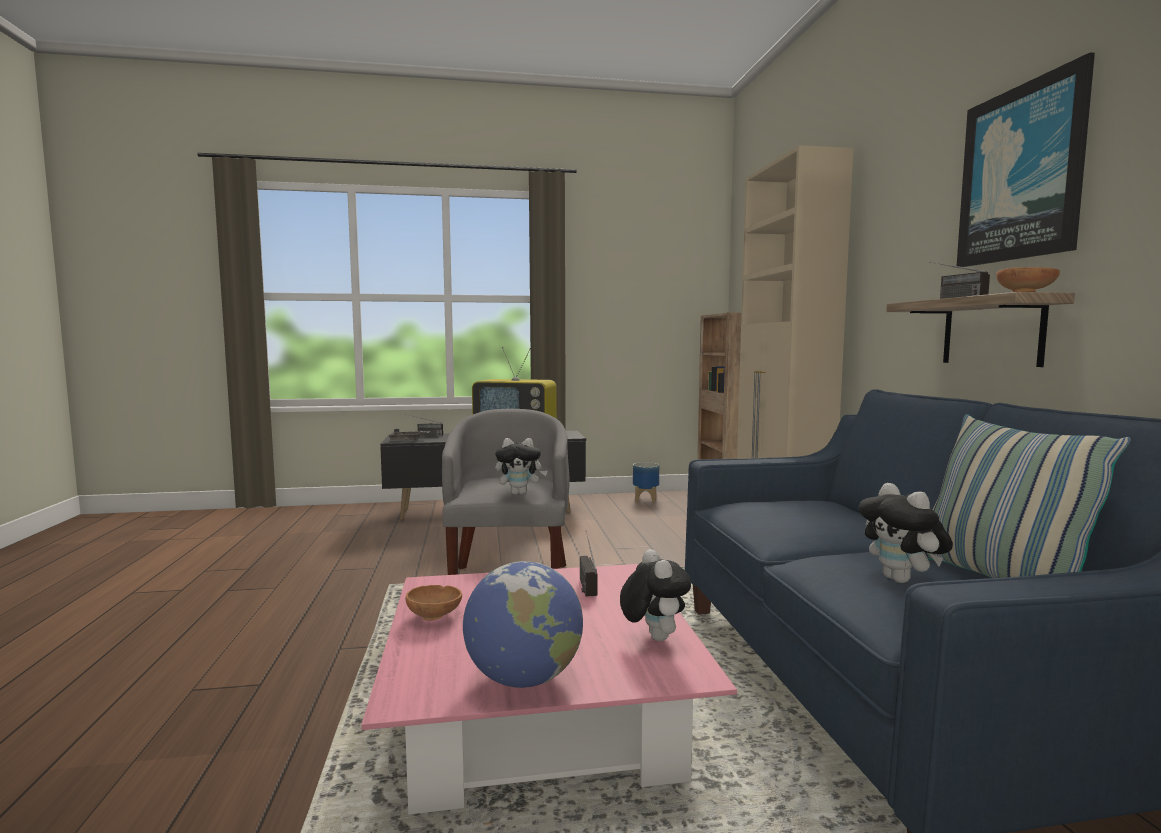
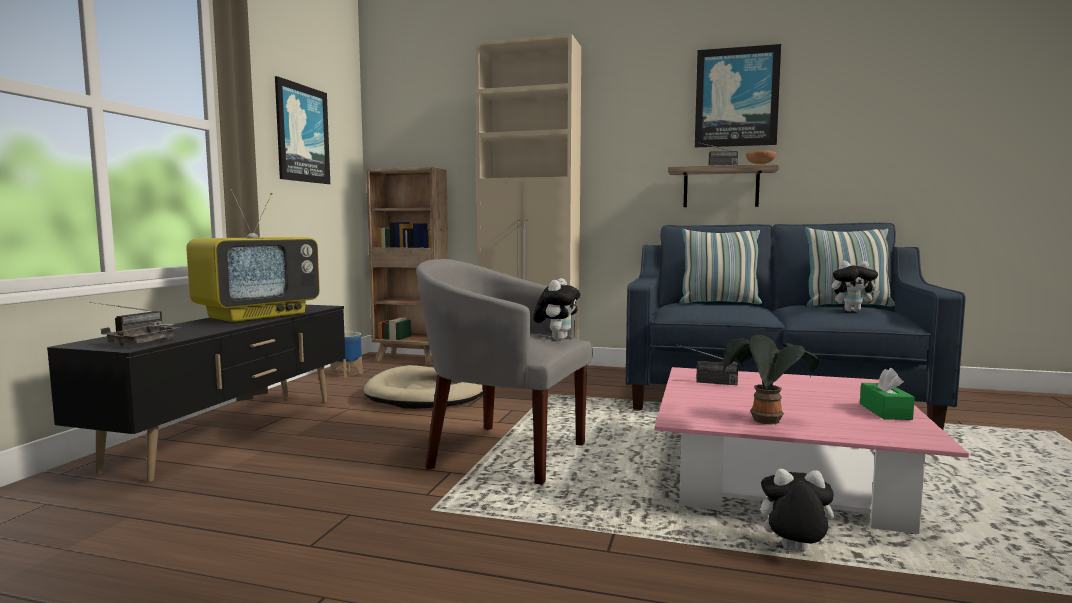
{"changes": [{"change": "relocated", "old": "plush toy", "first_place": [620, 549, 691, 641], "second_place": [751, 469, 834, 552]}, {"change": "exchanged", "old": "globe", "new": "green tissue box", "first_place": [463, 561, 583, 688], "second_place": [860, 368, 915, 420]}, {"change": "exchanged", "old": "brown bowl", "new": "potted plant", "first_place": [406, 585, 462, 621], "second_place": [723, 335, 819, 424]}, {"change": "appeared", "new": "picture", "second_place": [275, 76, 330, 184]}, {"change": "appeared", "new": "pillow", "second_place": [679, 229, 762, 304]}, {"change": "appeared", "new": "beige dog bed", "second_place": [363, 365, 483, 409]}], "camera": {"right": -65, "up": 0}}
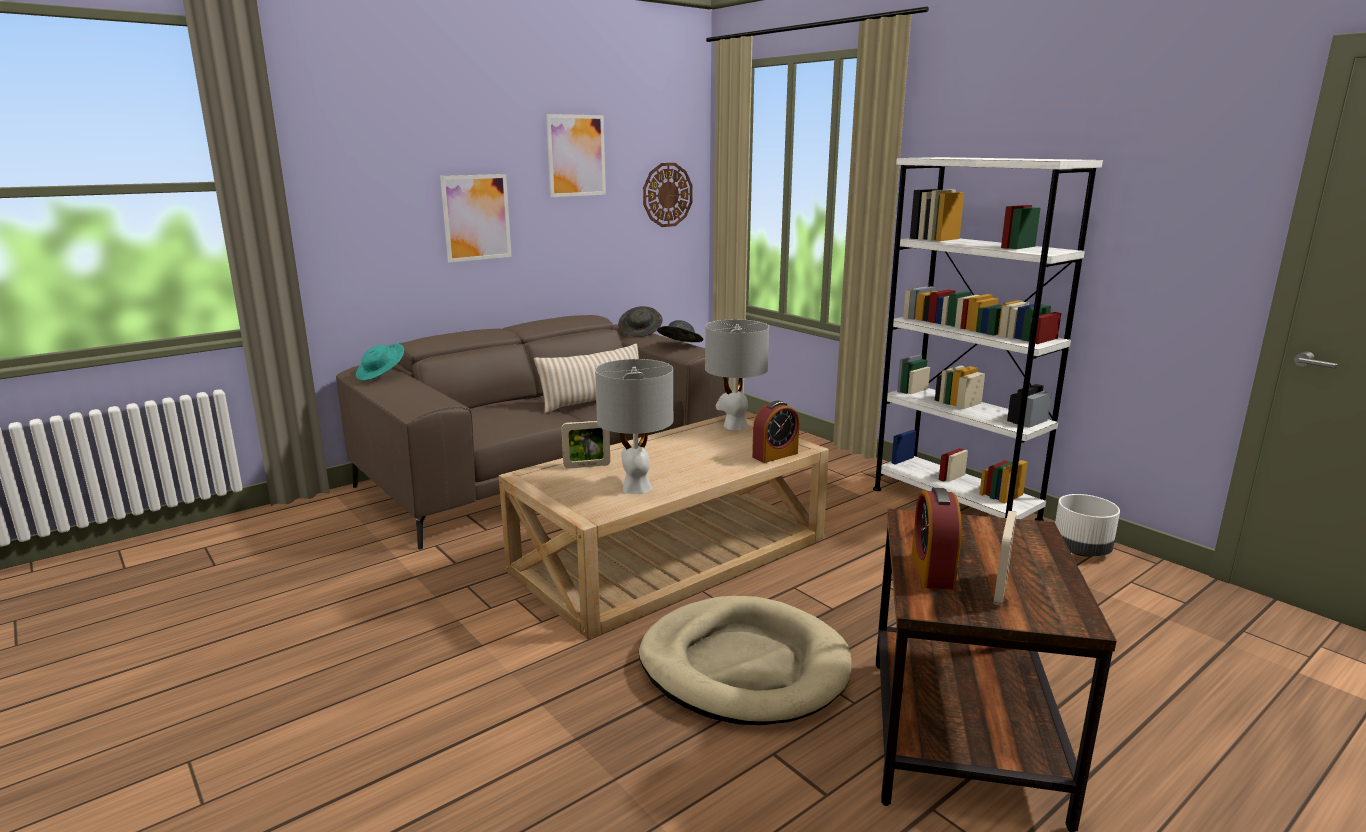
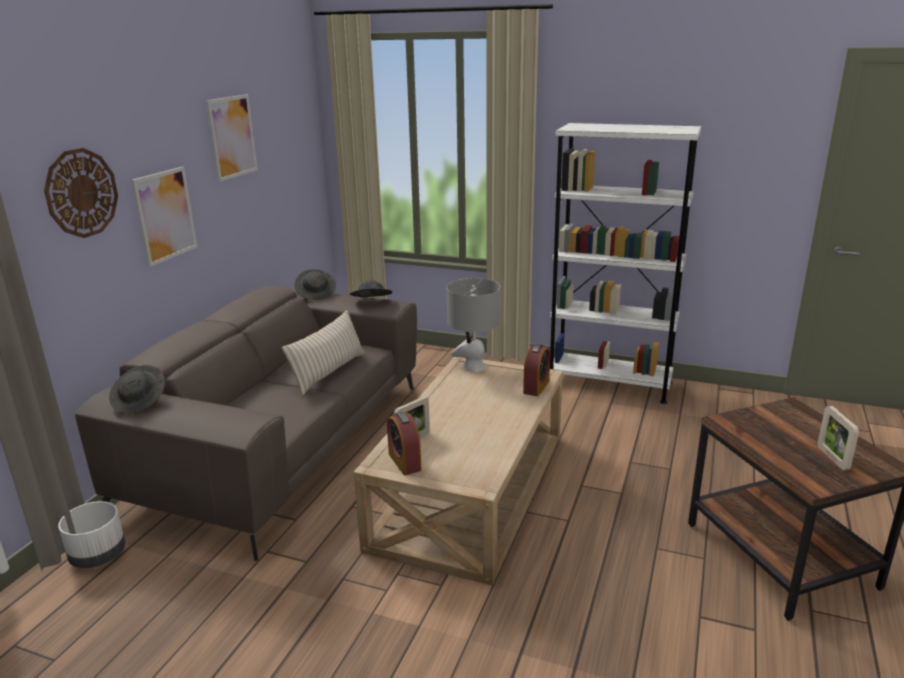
{"changes": [{"change": "relocated", "old": "wall clock", "first_place": [643, 163, 693, 227], "second_place": [44, 148, 118, 238]}, {"change": "colour", "old": "turquoise hat", "new": "grey hat", "first_place": [356, 344, 404, 381], "second_place": [109, 365, 165, 414]}, {"change": "missing", "old": "grey table lamp", "first_place": [595, 359, 673, 494]}, {"change": "relocated", "old": "alarm clock", "first_place": [912, 488, 962, 589], "second_place": [387, 412, 422, 475]}, {"change": "relocated", "old": "white planter", "first_place": [1055, 494, 1120, 557], "second_place": [58, 501, 125, 568]}, {"change": "missing", "old": "beige dog bed", "first_place": [639, 596, 852, 725]}], "camera": {"right": -30, "up": 5}}
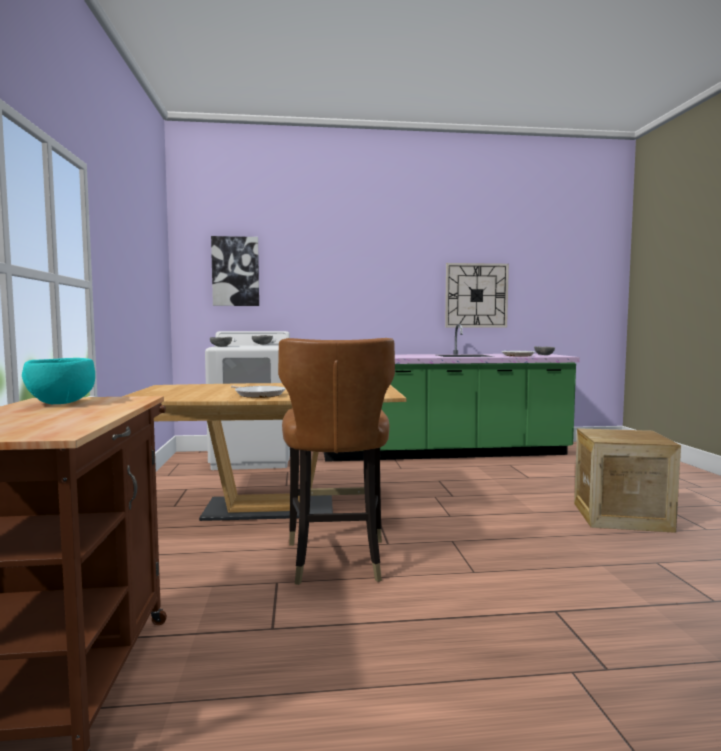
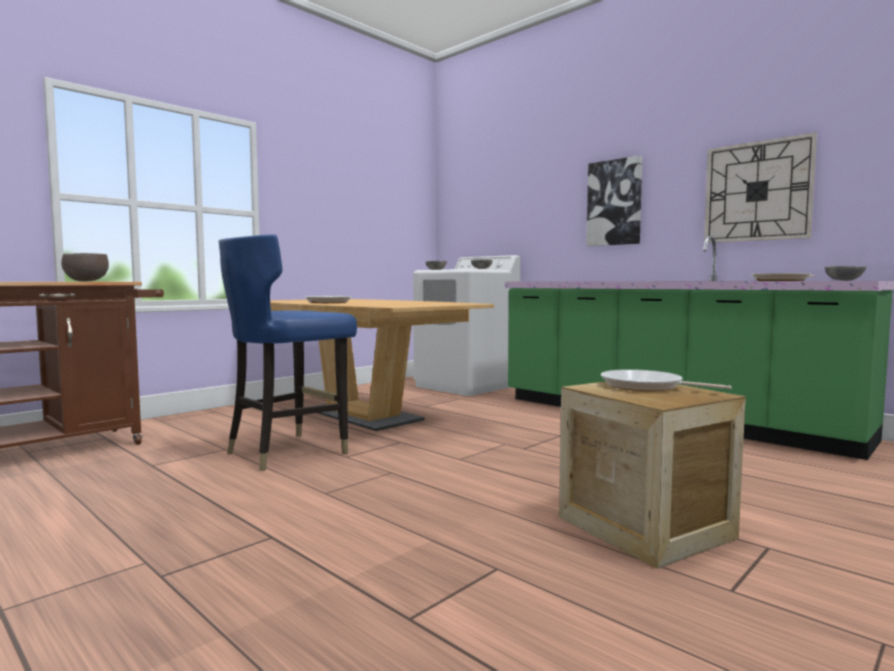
{"changes": [{"change": "relocated", "old": "picture", "first_place": [211, 236, 259, 306], "second_place": [586, 155, 642, 246]}, {"change": "colour", "old": "brown chair", "new": "blue chair", "first_place": [278, 338, 395, 585], "second_place": [219, 234, 357, 471]}, {"change": "colour", "old": "turquoise bowl", "new": "brown bowl", "first_place": [22, 358, 95, 404], "second_place": [61, 253, 109, 281]}, {"change": "appeared", "new": "frying pan", "second_place": [601, 369, 732, 391]}], "camera": {"right": 50, "up": 0}}
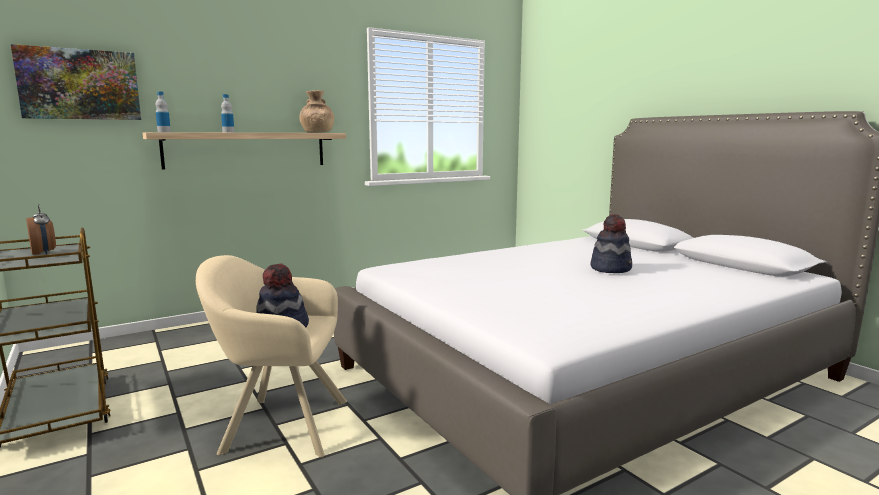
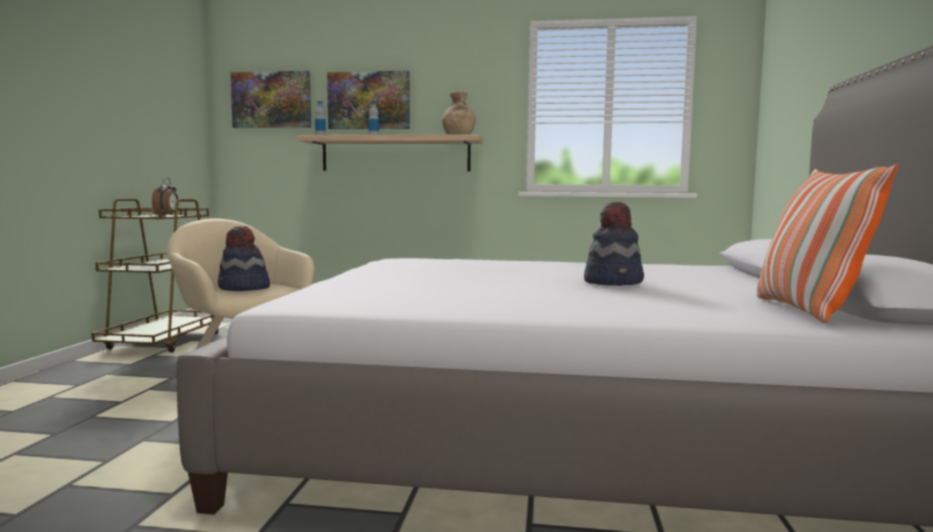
{"changes": [{"change": "appeared", "new": "picture", "second_place": [327, 71, 410, 129]}, {"change": "appeared", "new": "pillow", "second_place": [757, 164, 898, 323]}], "camera": {"right": 40, "up": -5}}
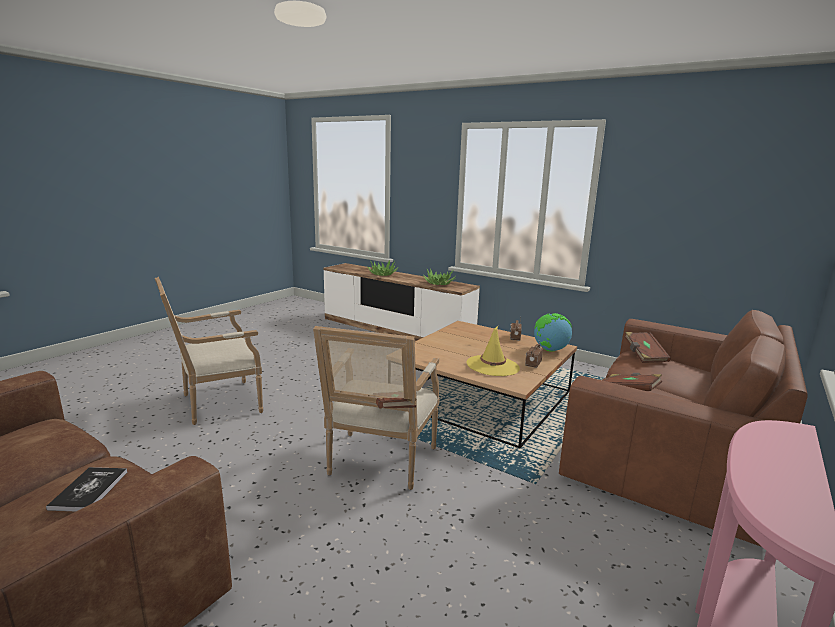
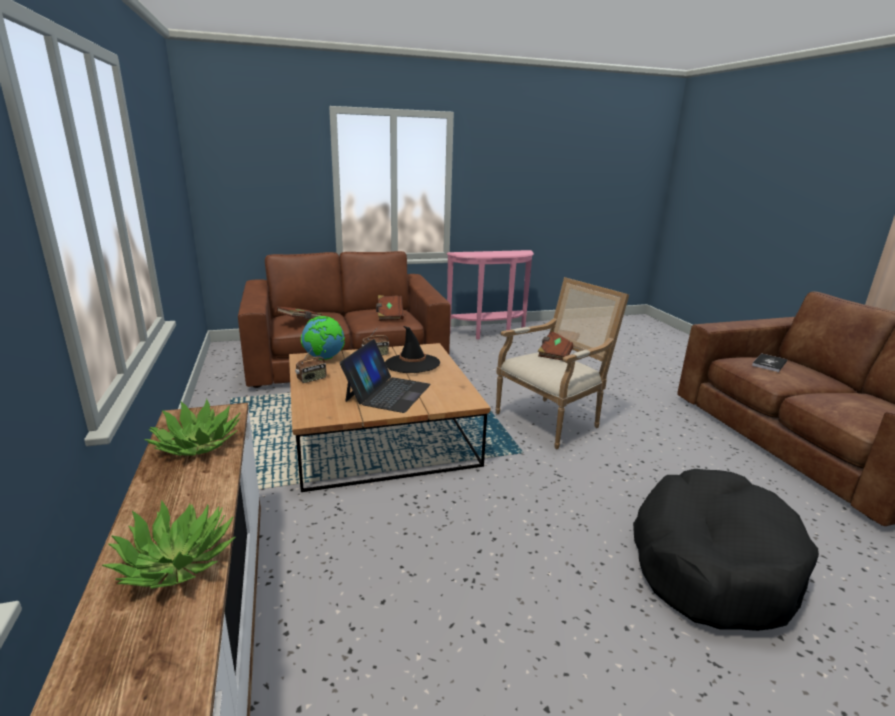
{"changes": [{"change": "exchanged", "old": "armchair", "new": "black dog bed", "first_place": [155, 277, 263, 425], "second_place": [633, 469, 819, 631]}, {"change": "colour", "old": "yellow hat", "new": "black hat", "first_place": [466, 326, 520, 376], "second_place": [385, 326, 440, 373]}, {"change": "appeared", "new": "laptop", "second_place": [340, 339, 431, 413]}], "camera": {"right": -140, "up": 5}}
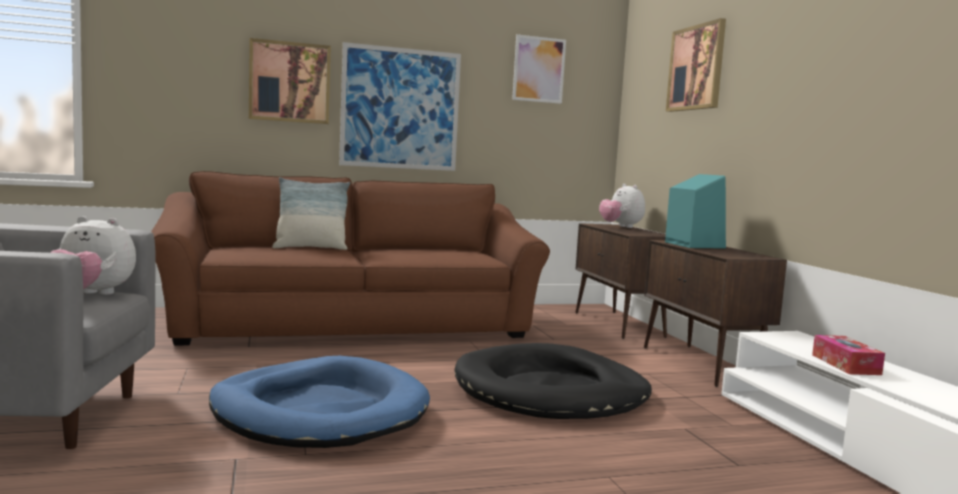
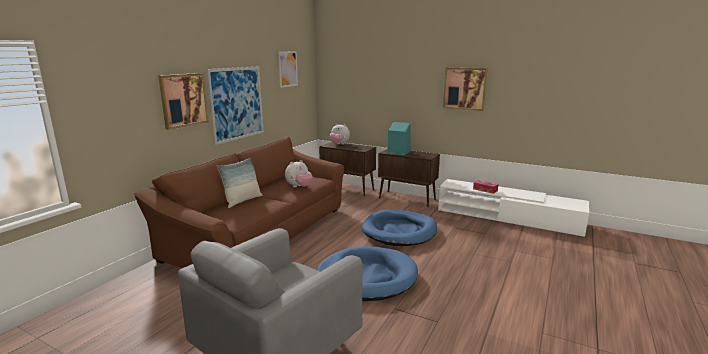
{"changes": [{"change": "relocated", "old": "picture", "first_place": [666, 18, 726, 112], "second_place": [443, 67, 488, 111]}, {"change": "relocated", "old": "plush toy", "first_place": [50, 216, 136, 295], "second_place": [285, 160, 313, 187]}, {"change": "colour", "old": "black dog bed", "new": "blue dog bed", "first_place": [454, 343, 652, 419], "second_place": [362, 209, 437, 246]}], "camera": {"right": -45, "up": 10}}
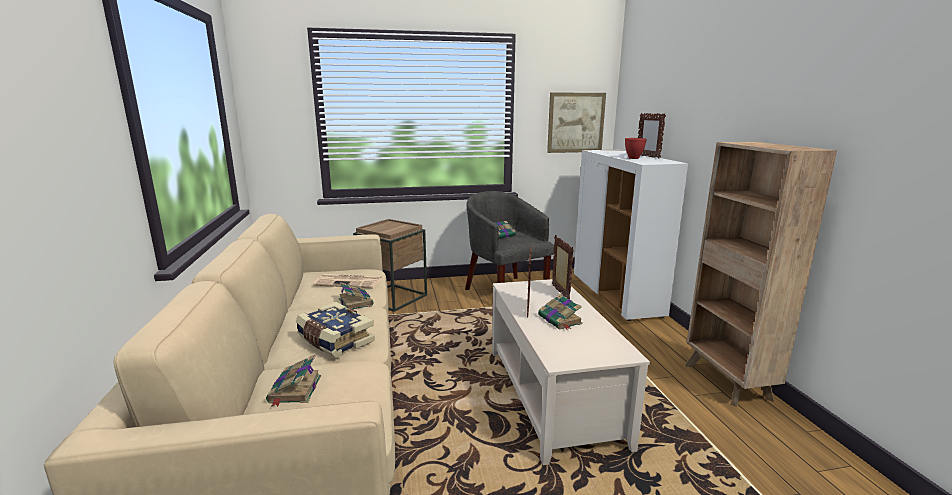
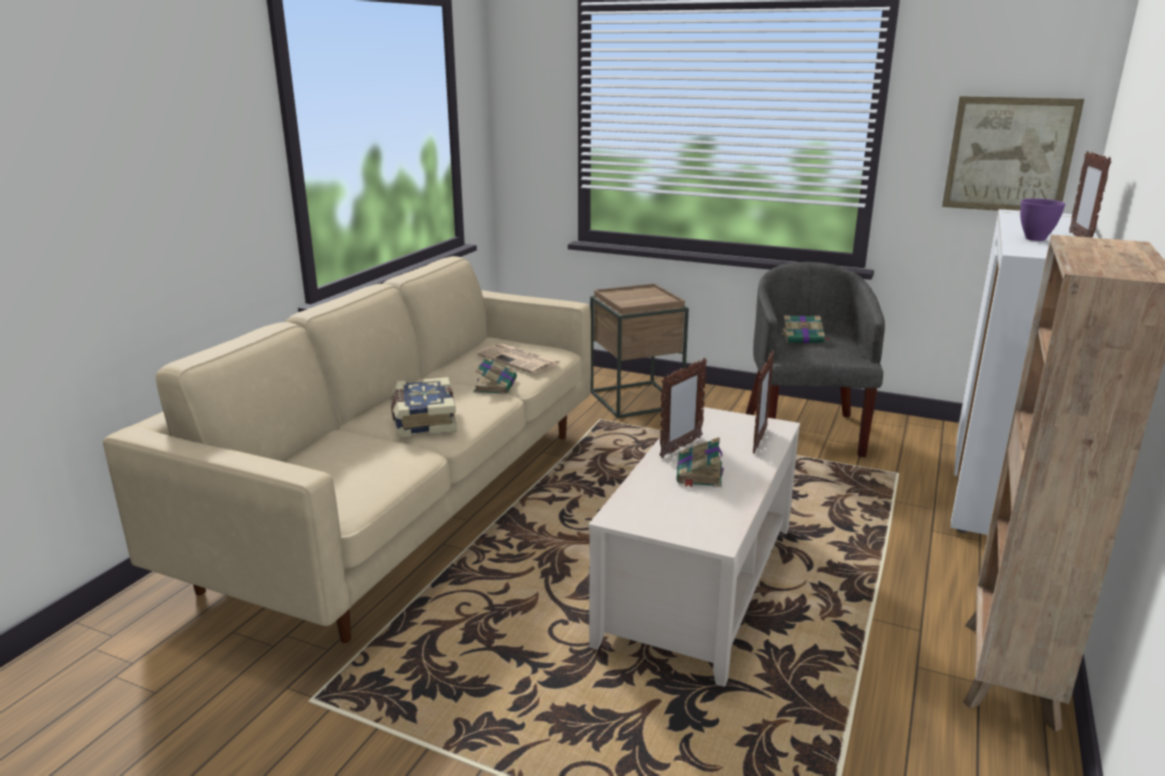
{"changes": [{"change": "colour", "old": "red bowl", "new": "purple bowl", "first_place": [625, 138, 647, 159], "second_place": [1020, 199, 1065, 241]}, {"change": "missing", "old": "book", "first_place": [266, 355, 321, 407]}], "camera": {"right": 35, "up": 5}}
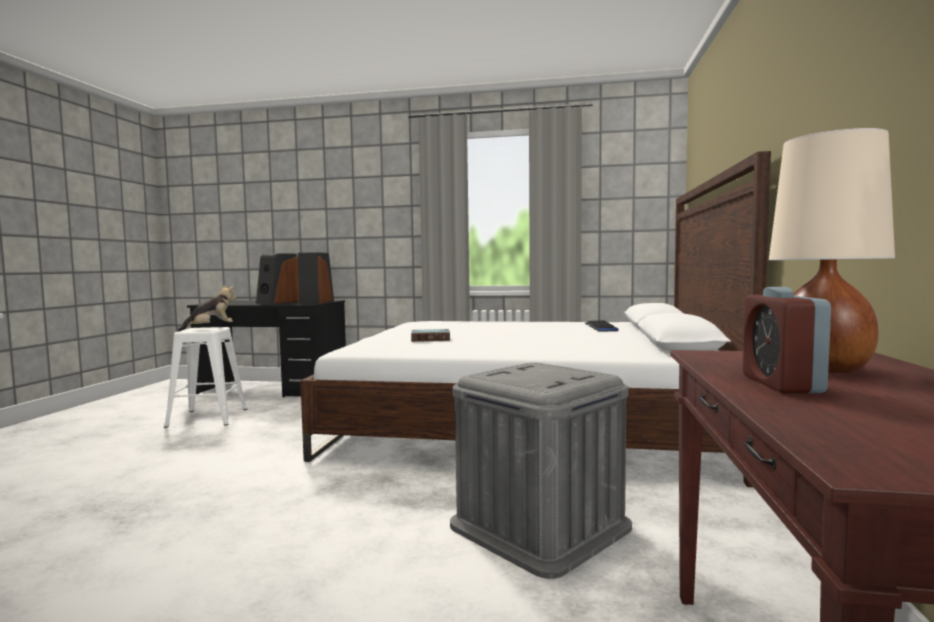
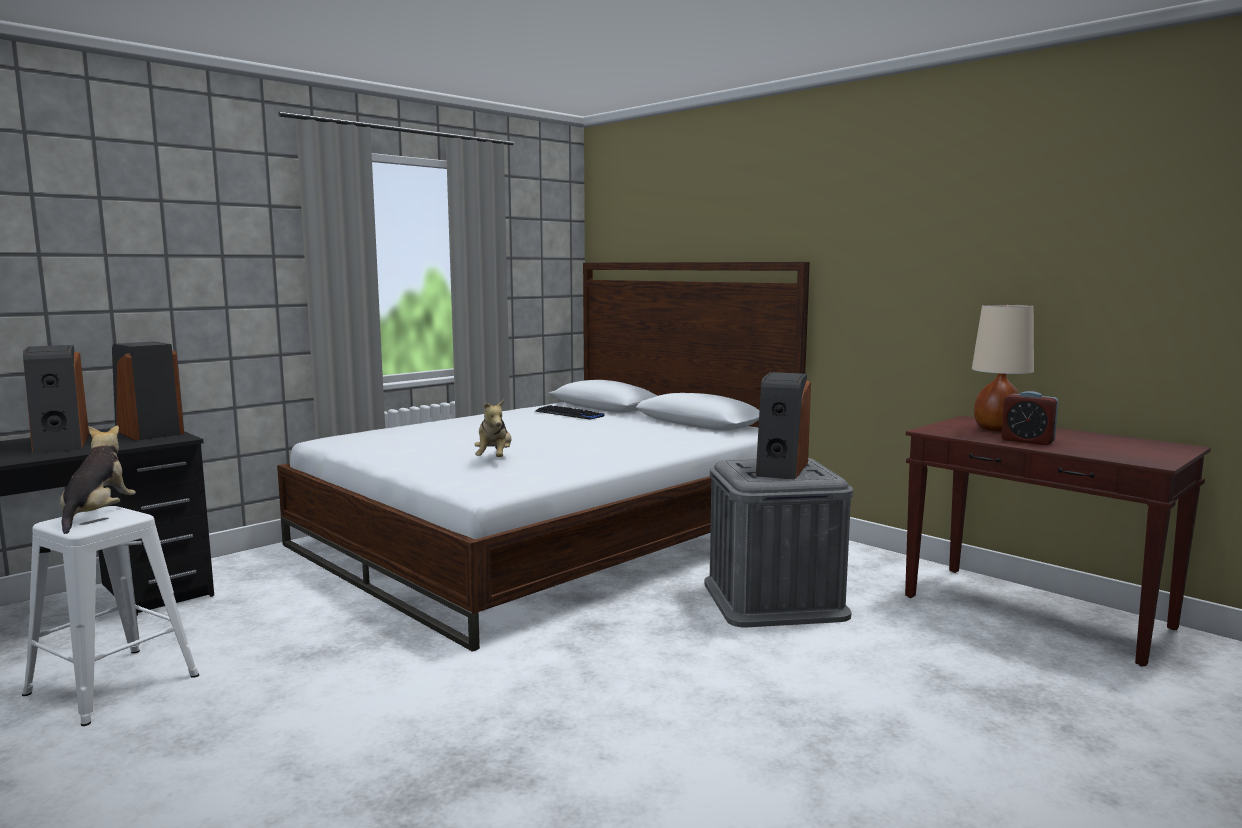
{"changes": [{"change": "exchanged", "old": "book", "new": "plush toy", "first_place": [411, 329, 450, 342], "second_place": [475, 399, 512, 457]}, {"change": "appeared", "new": "speaker", "second_place": [756, 372, 811, 480]}], "camera": {"right": -55, "up": 5}}
